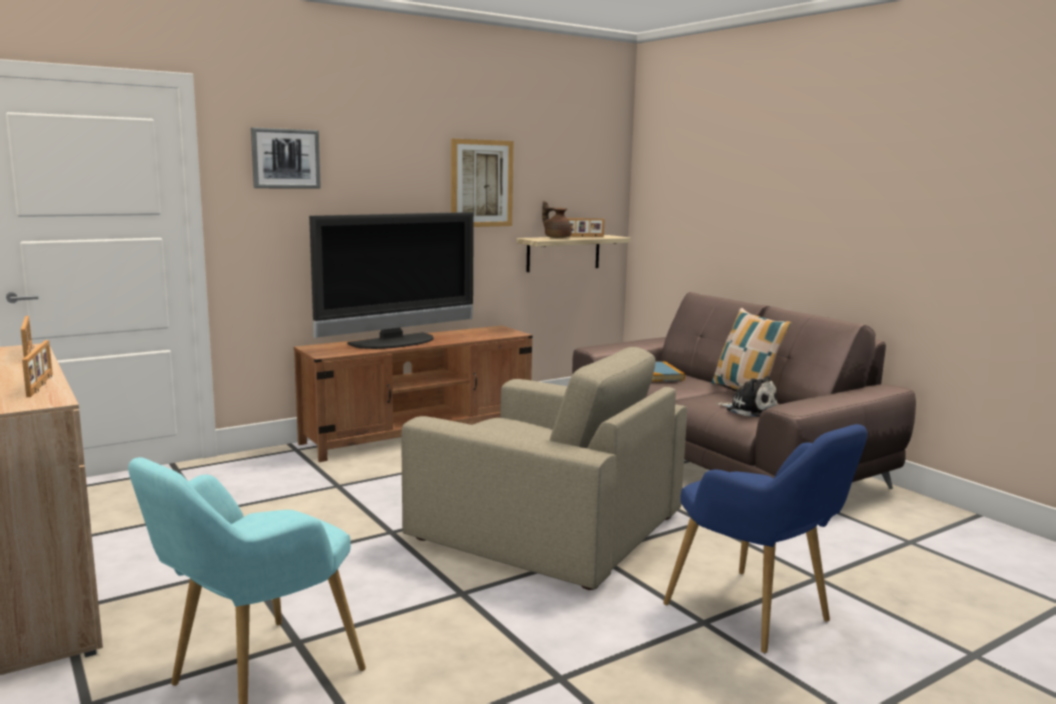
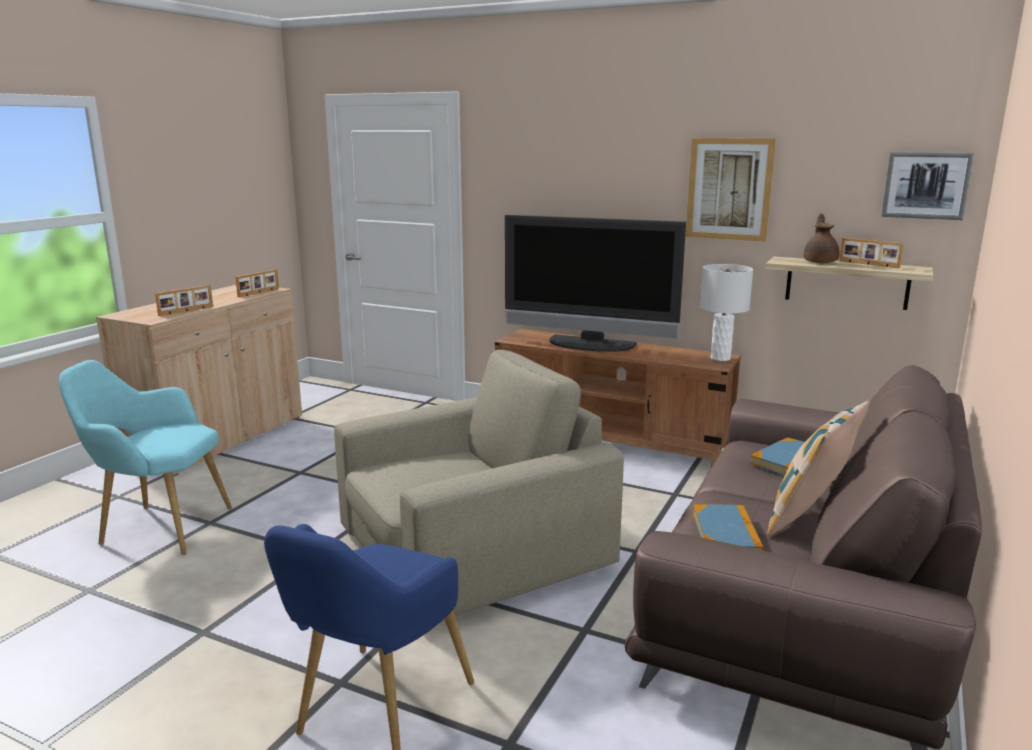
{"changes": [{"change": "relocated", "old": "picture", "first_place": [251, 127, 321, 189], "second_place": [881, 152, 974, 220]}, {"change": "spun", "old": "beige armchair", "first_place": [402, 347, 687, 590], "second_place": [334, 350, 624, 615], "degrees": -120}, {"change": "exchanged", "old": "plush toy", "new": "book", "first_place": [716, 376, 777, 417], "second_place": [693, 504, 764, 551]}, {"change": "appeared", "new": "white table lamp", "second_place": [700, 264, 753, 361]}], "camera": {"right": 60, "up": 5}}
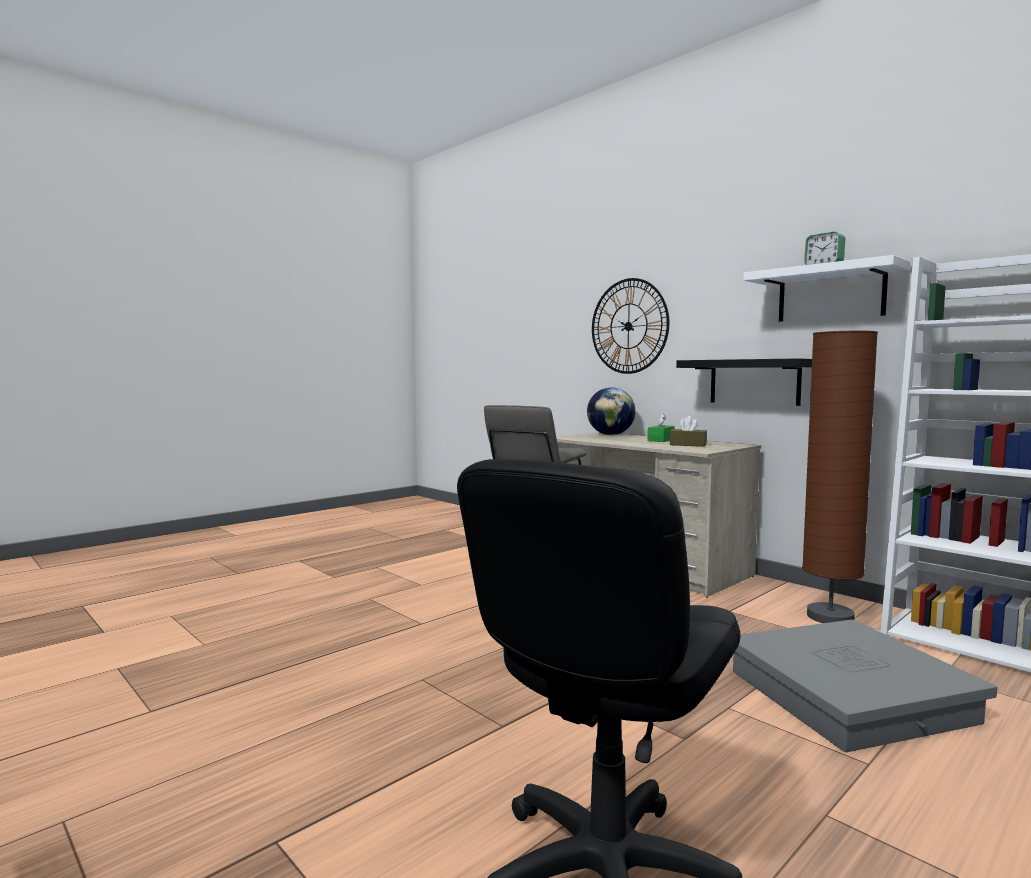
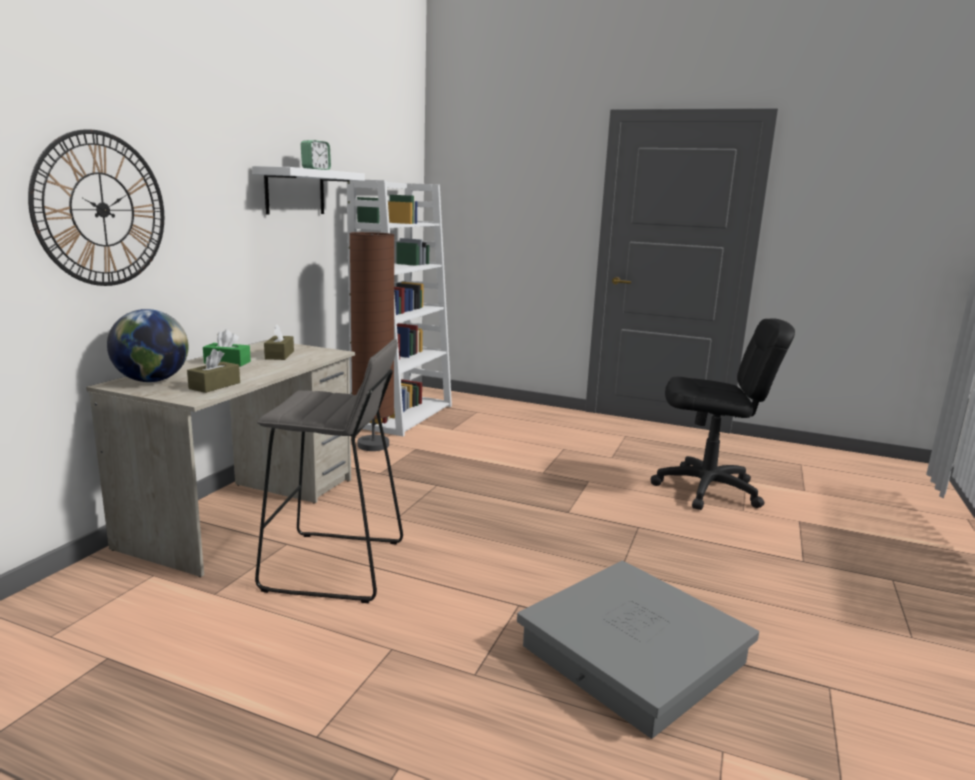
{"changes": [{"change": "missing", "old": "black shelf", "first_place": [676, 358, 812, 406]}, {"change": "relocated", "old": "grey storage box", "first_place": [733, 620, 997, 752], "second_place": [517, 561, 759, 739]}, {"change": "appeared", "new": "brown tissue box", "second_place": [187, 349, 240, 393]}], "camera": {"right": -115, "up": 10}}
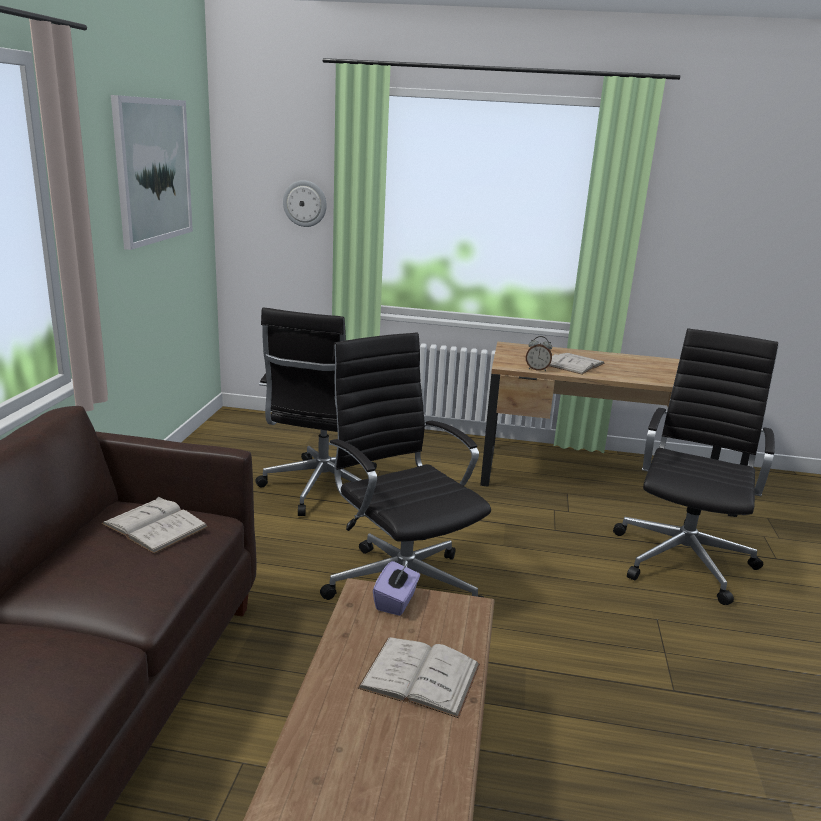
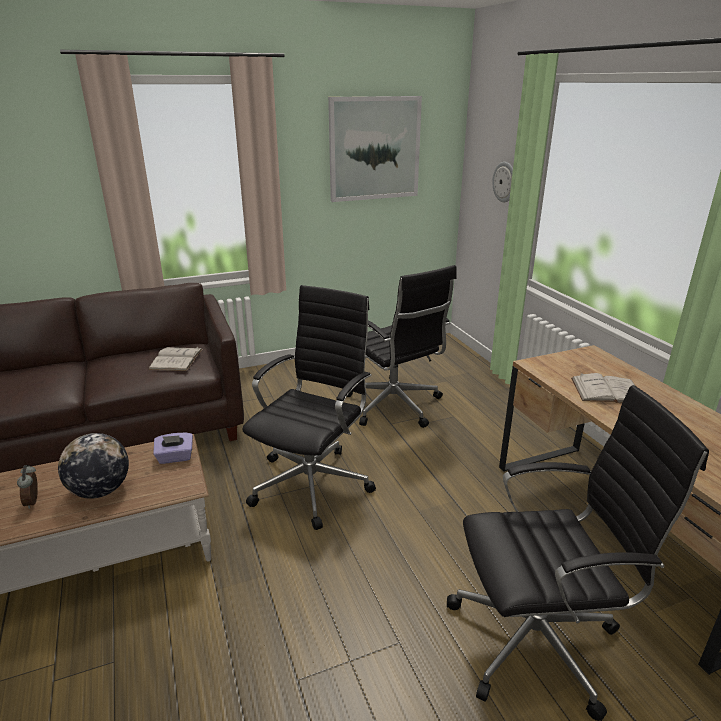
{"changes": [{"change": "spun", "old": "black office chair", "first_place": [255, 308, 377, 516], "second_place": [347, 265, 457, 428], "degrees": -105}, {"change": "relocated", "old": "alarm clock", "first_place": [526, 336, 552, 371], "second_place": [17, 465, 38, 509]}, {"change": "exchanged", "old": "white book", "new": "globe", "first_place": [358, 637, 480, 718], "second_place": [58, 433, 129, 499]}], "camera": {"right": 60, "up": 5}}
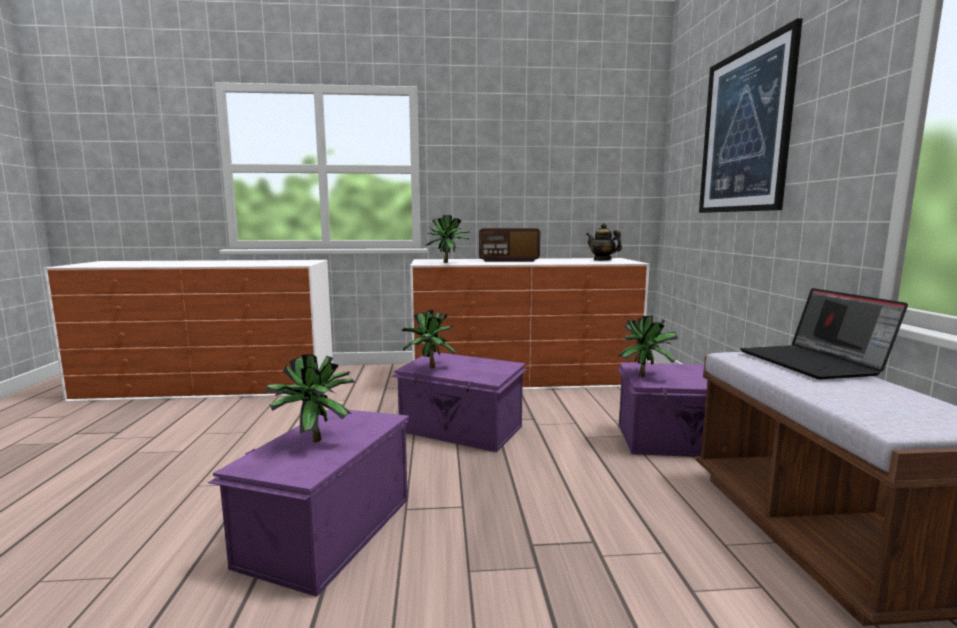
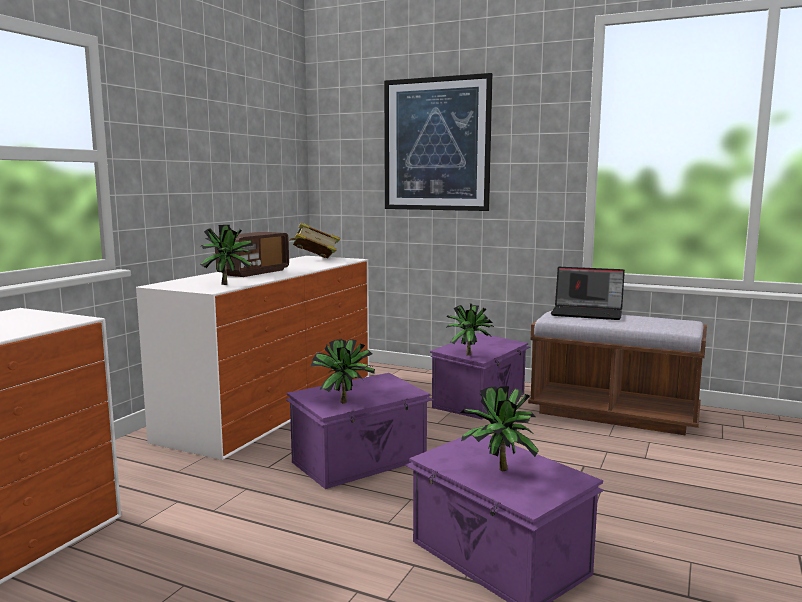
{"changes": [{"change": "exchanged", "old": "teapot", "new": "book", "first_place": [586, 223, 622, 261], "second_place": [290, 222, 340, 258]}], "camera": {"right": -60, "up": 0}}
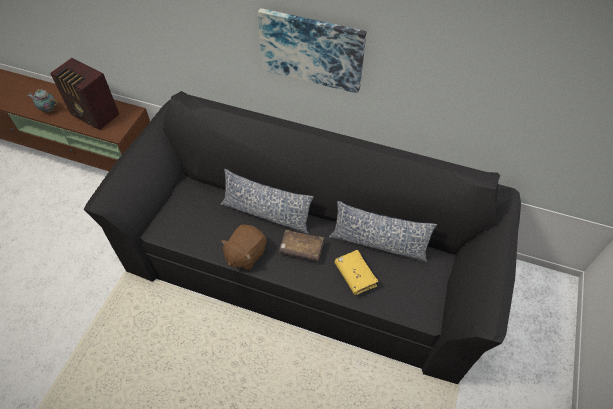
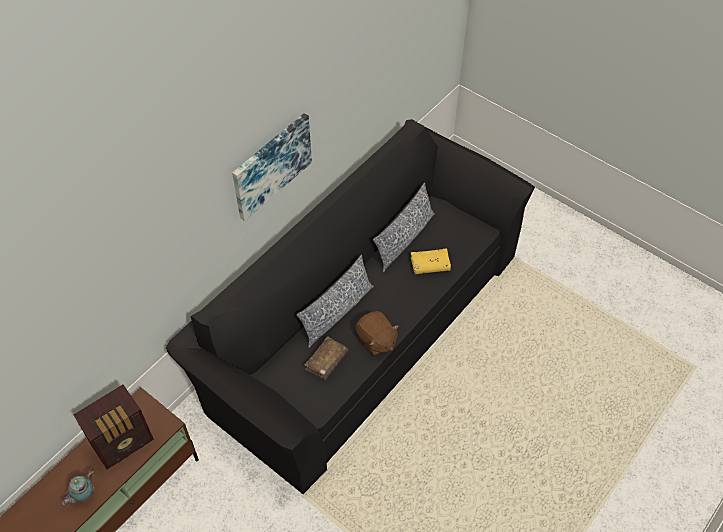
{"changes": [{"change": "relocated", "old": "brown book", "first_place": [279, 230, 324, 262], "second_place": [304, 336, 348, 380]}], "camera": {"right": -70, "up": 0}}
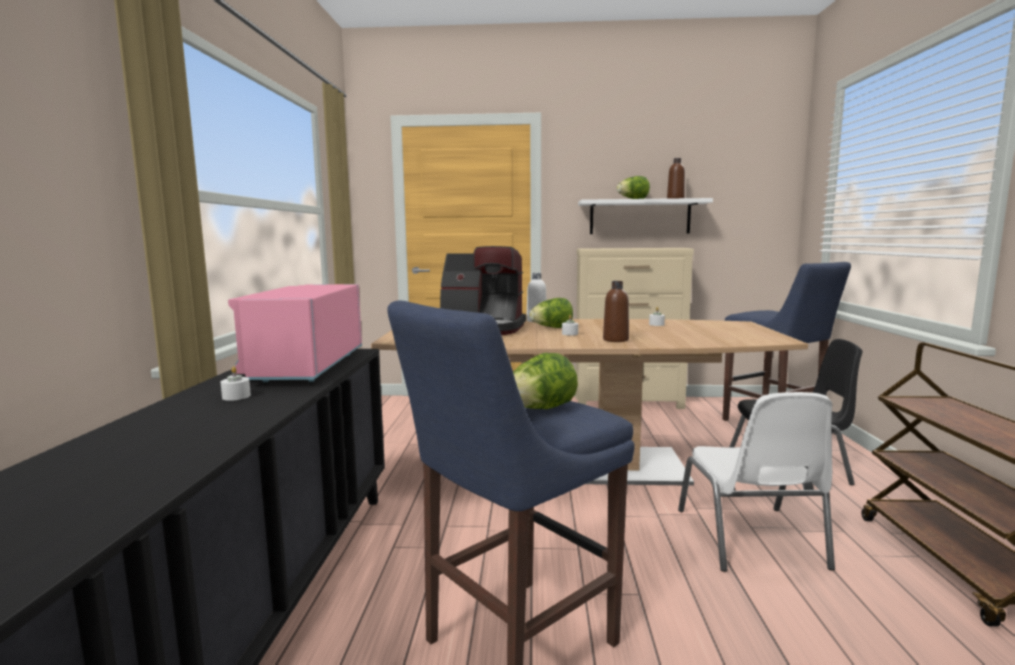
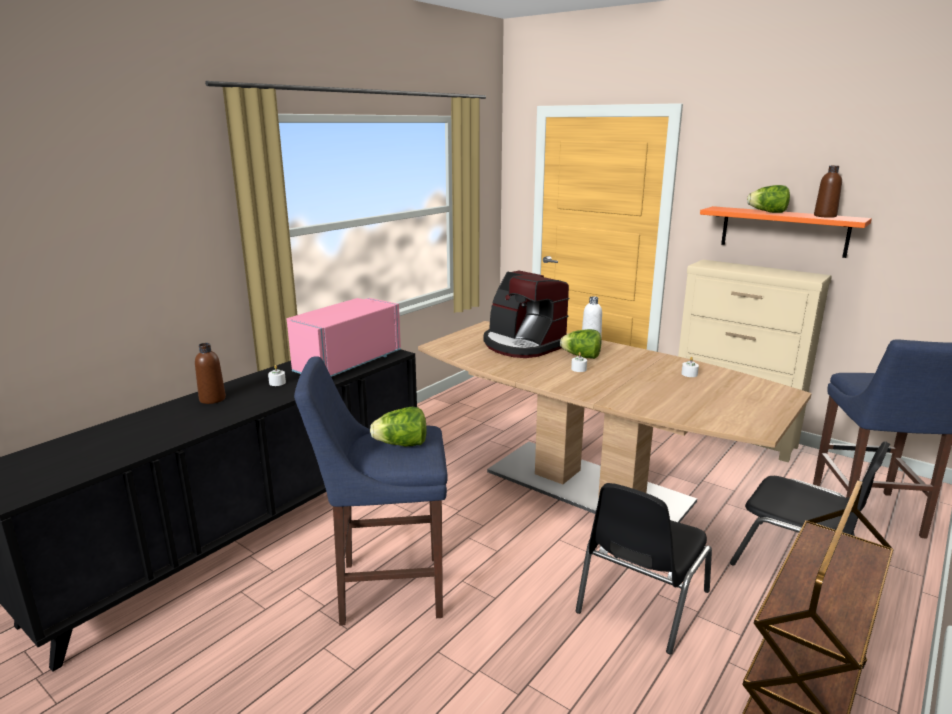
{"changes": [{"change": "colour", "old": "white shelf", "new": "orange shelf", "first_place": [578, 198, 713, 234], "second_place": [700, 206, 872, 258]}, {"change": "relocated", "old": "brown bottle", "first_place": [603, 281, 629, 342], "second_place": [195, 343, 226, 404]}, {"change": "colour", "old": "white chair", "new": "black chair", "first_place": [678, 392, 835, 572], "second_place": [576, 483, 712, 655]}], "camera": {"right": 35, "up": 10}}
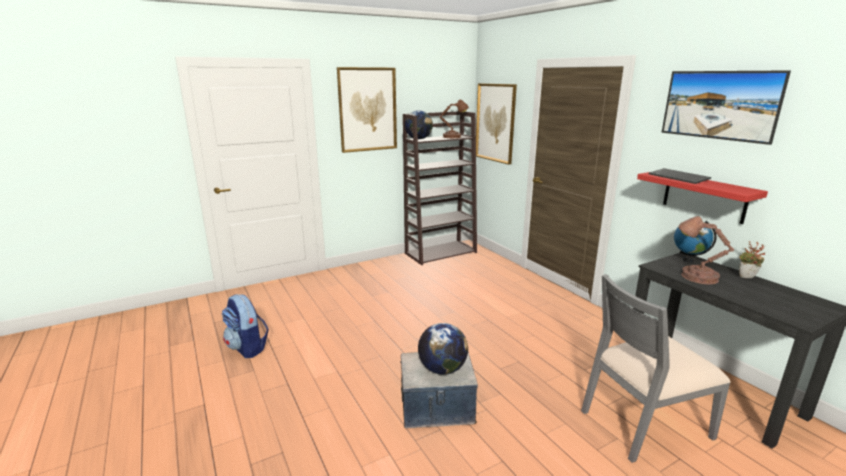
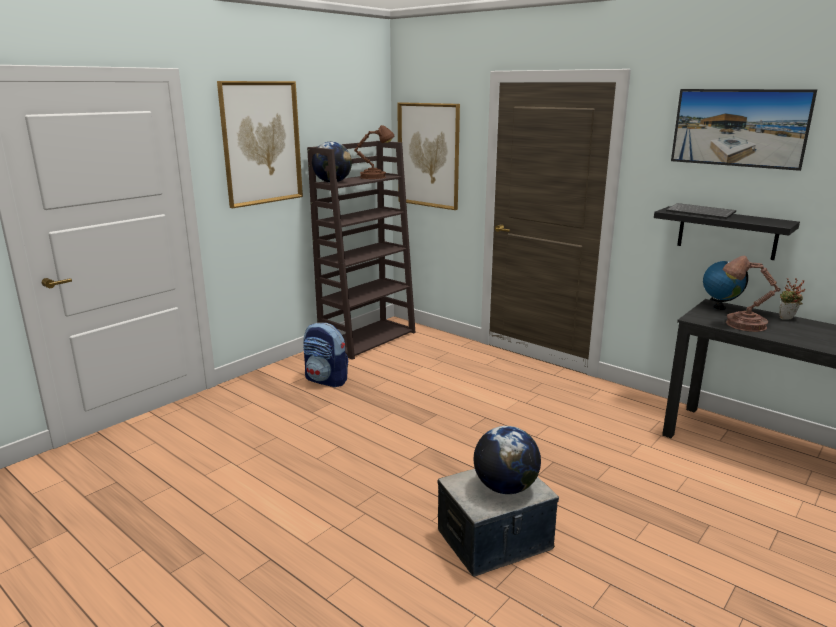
{"changes": [{"change": "colour", "old": "red shelf", "new": "black shelf", "first_place": [637, 172, 768, 224], "second_place": [654, 206, 800, 260]}, {"change": "missing", "old": "grey chair", "first_place": [581, 274, 731, 463]}, {"change": "relocated", "old": "backpack", "first_place": [222, 294, 269, 358], "second_place": [303, 323, 348, 387]}], "camera": {"right": -20, "up": 0}}
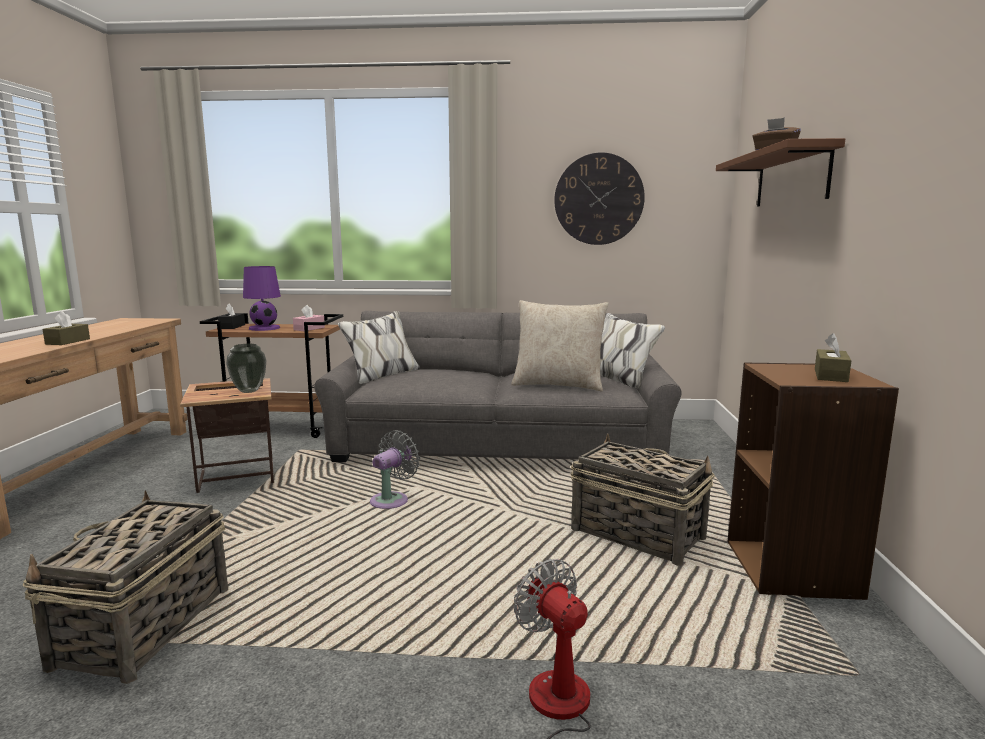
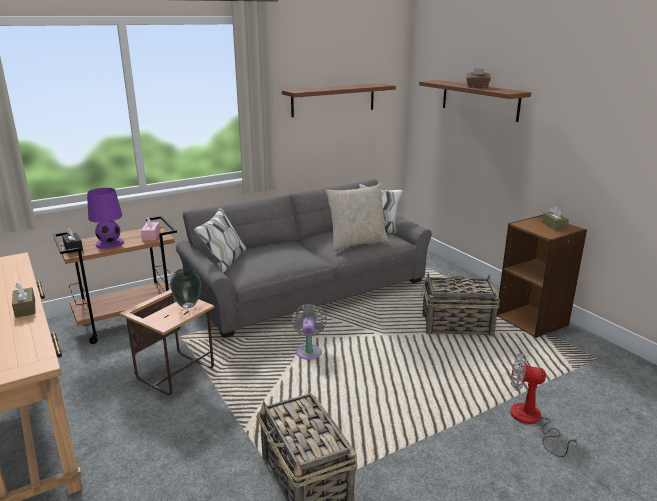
{"changes": [{"change": "exchanged", "old": "wall clock", "new": "brown shelf", "first_place": [554, 153, 645, 245], "second_place": [282, 83, 396, 117]}], "camera": {"right": -35, "up": 10}}
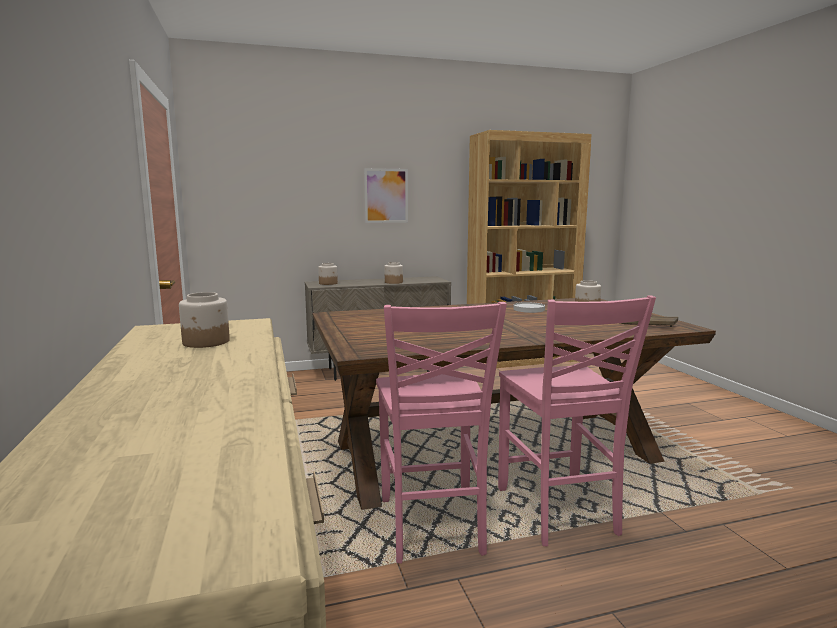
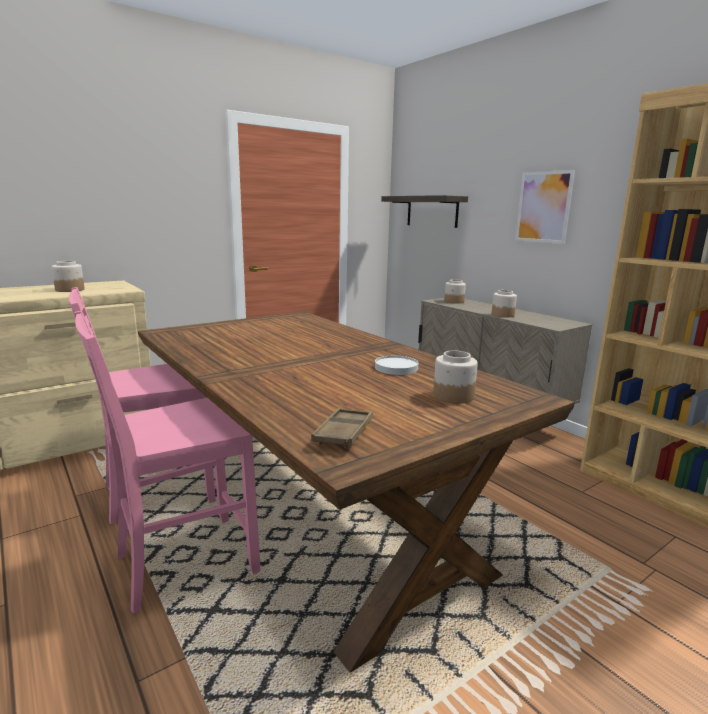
{"changes": [{"change": "appeared", "new": "shelf", "second_place": [381, 195, 468, 228]}], "camera": {"right": 70, "up": 5}}
